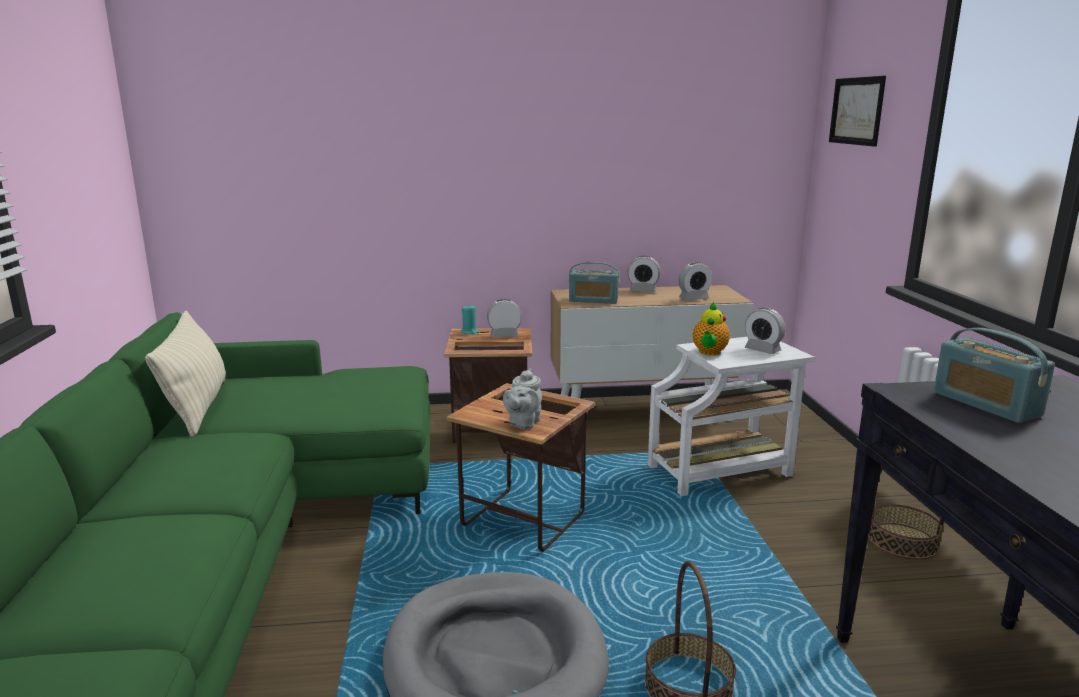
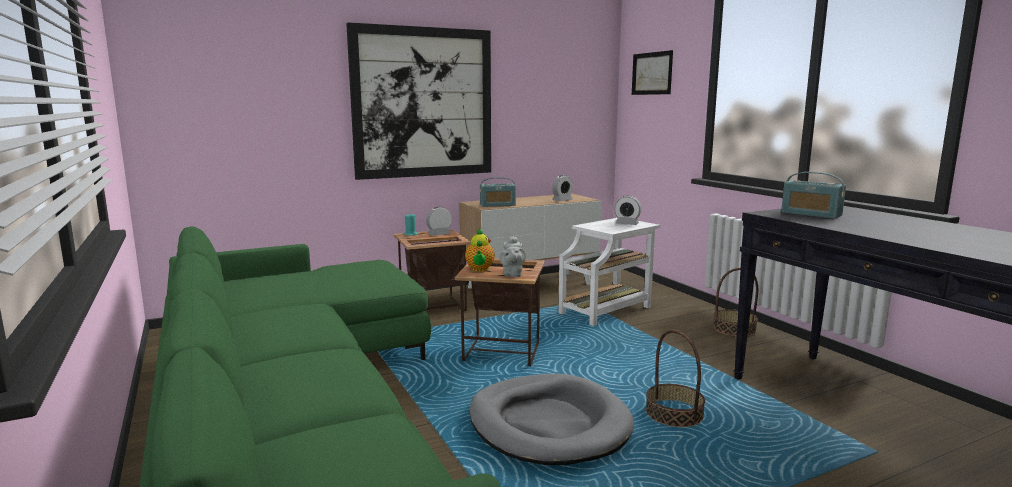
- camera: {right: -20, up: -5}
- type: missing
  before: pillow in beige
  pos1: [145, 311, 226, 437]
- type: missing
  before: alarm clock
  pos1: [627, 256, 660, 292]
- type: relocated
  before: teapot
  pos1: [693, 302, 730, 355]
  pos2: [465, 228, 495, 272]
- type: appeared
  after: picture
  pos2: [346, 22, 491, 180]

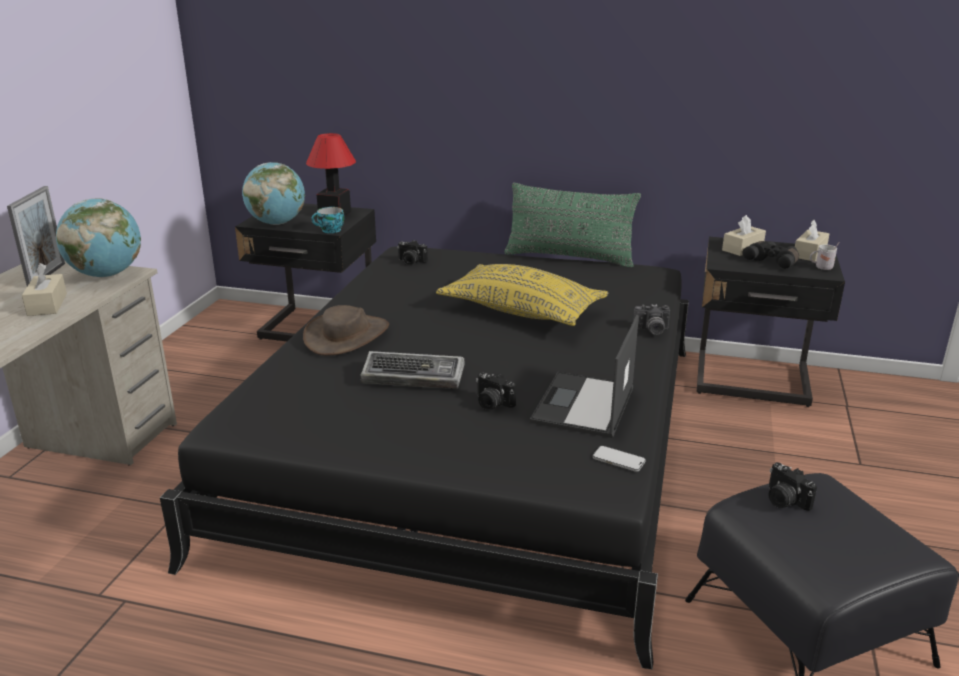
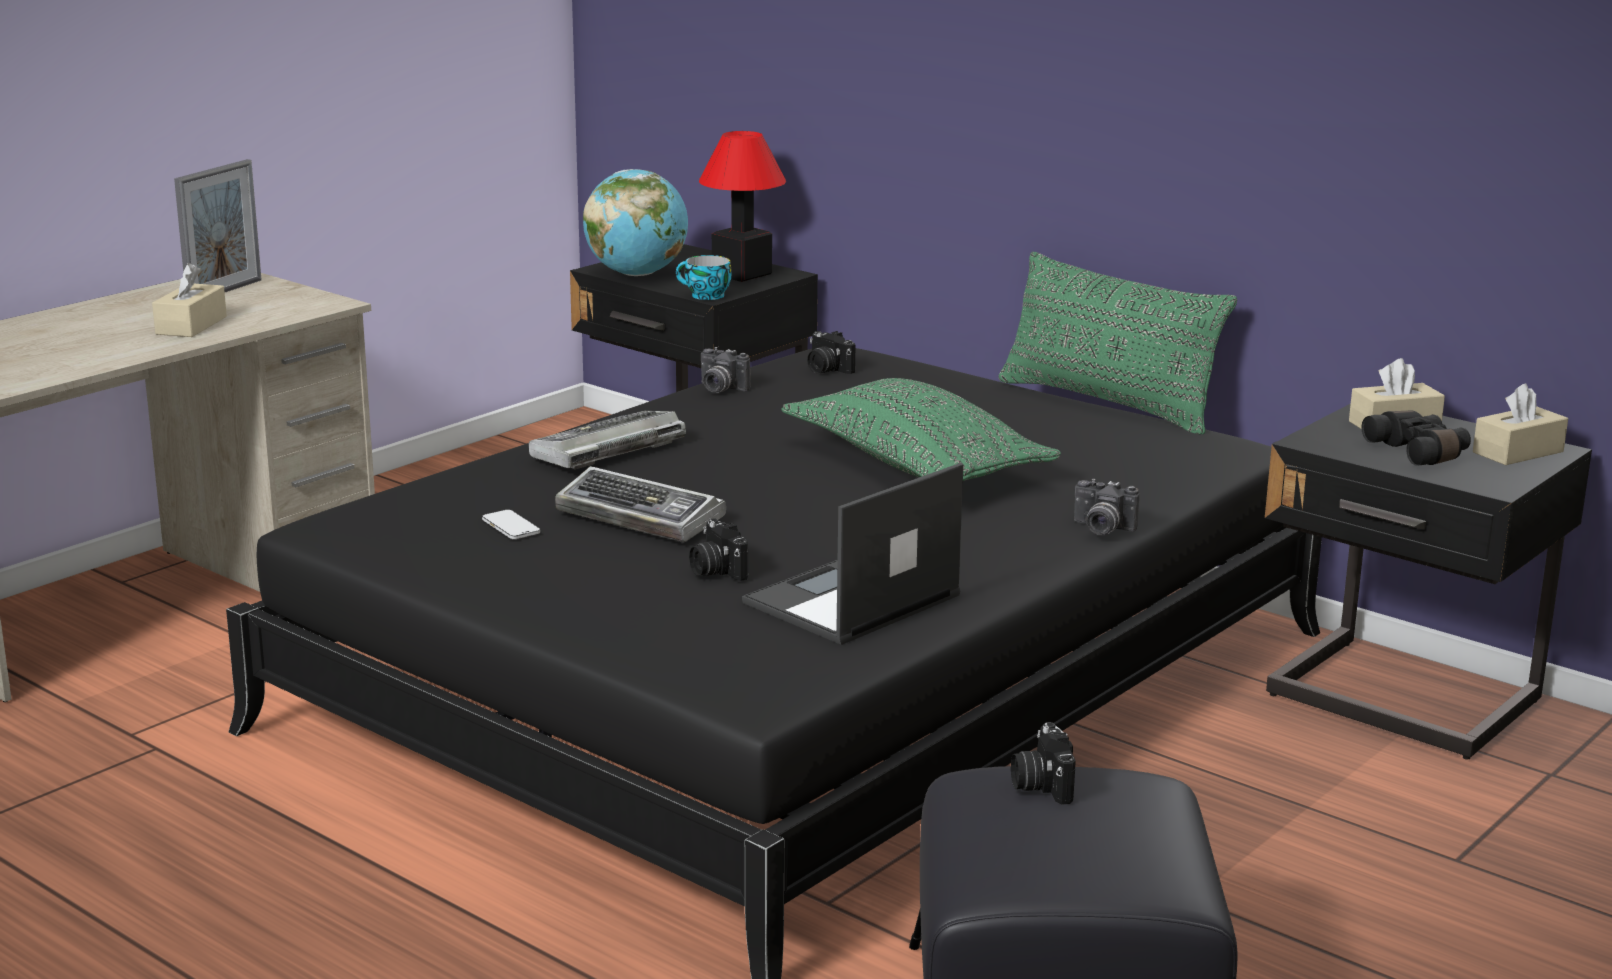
- camera: {right: 25, up: -5}
- type: missing
  before: globe
  pos1: [56, 199, 141, 277]
- type: exchanged
  before: hat in brown
  after: keyboard
  pos1: [303, 305, 389, 356]
  pos2: [529, 411, 686, 469]
- type: colour
  before: pillow in yellow
  after: pillow in green
  pos1: [436, 264, 608, 326]
  pos2: [781, 378, 1061, 481]
- type: relocated
  before: phone
  pos1: [593, 446, 646, 472]
  pos2: [482, 510, 540, 539]
- type: missing
  before: mug in white
  pos1: [810, 242, 840, 270]
- type: appeared
  after: photo camera
  pos2: [701, 347, 751, 393]

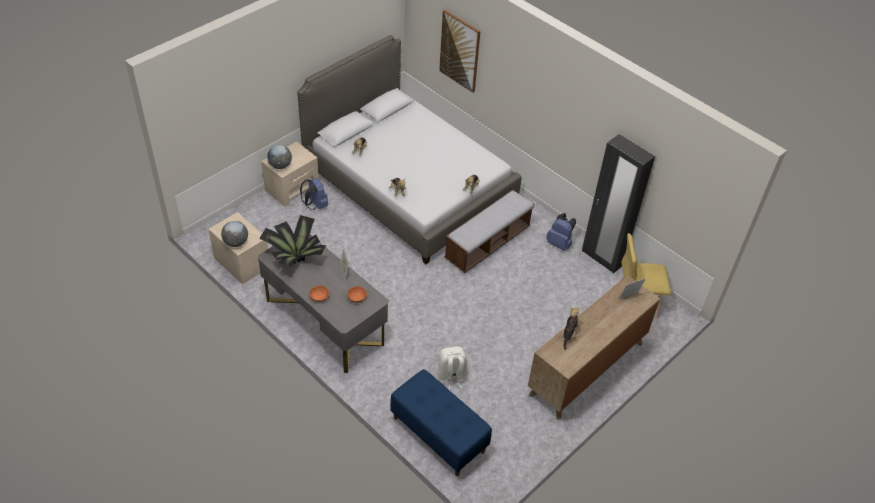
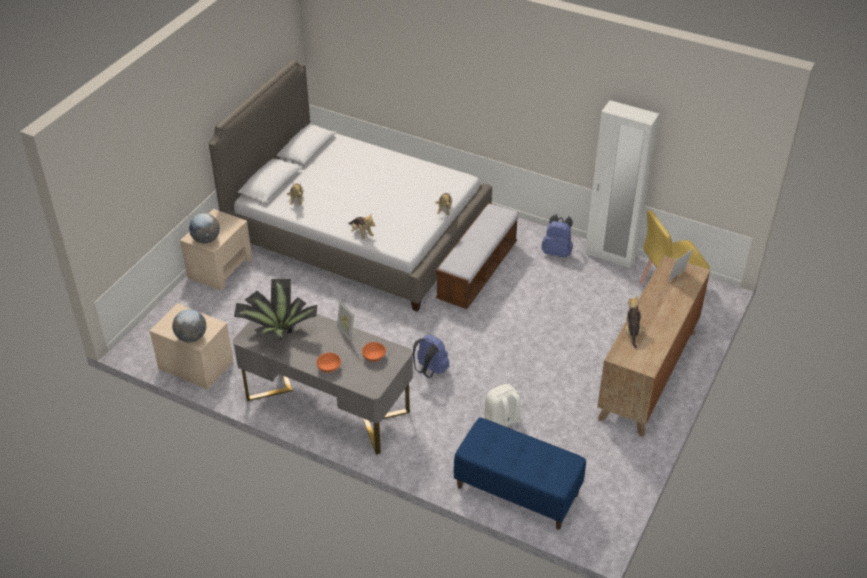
- camera: {right: -15, up: -5}
- type: relocated
  before: backpack in blue
  pos1: [300, 178, 328, 210]
  pos2: [413, 334, 450, 378]
- type: missing
  before: picture
  pos1: [439, 10, 480, 93]
- type: colour
  before: wardrobe in black
  after: wardrobe in white
  pos1: [582, 134, 655, 273]
  pos2: [585, 100, 659, 268]

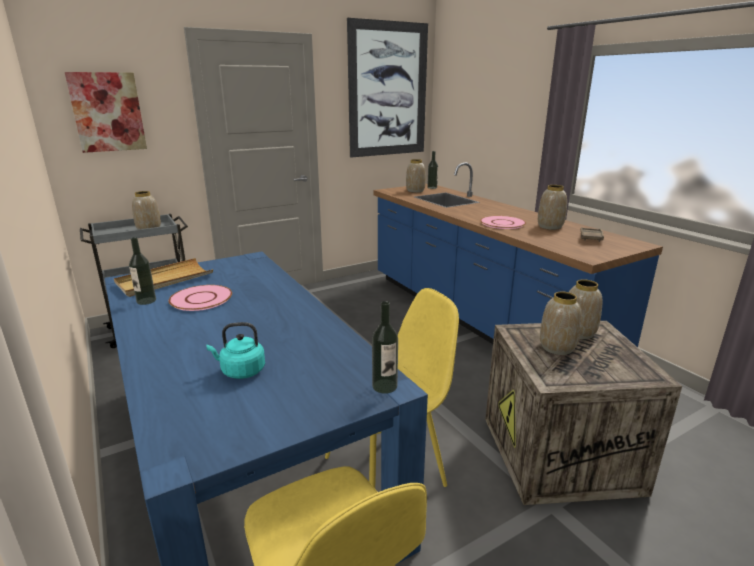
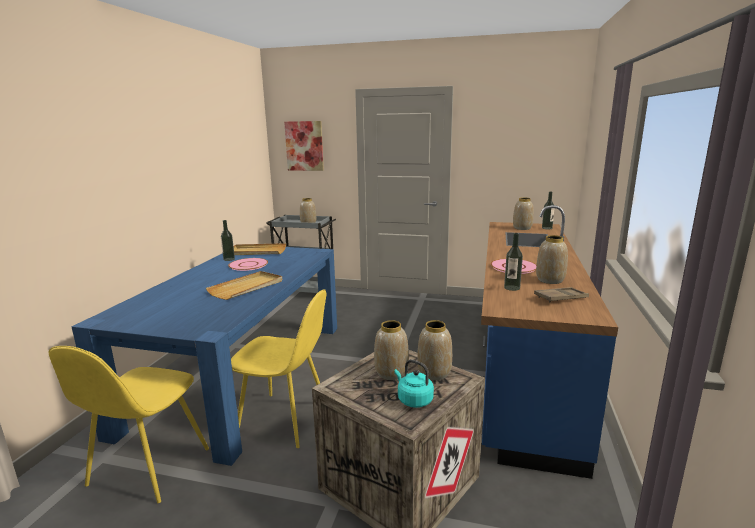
- camera: {right: 45, up: -5}
- type: relocated
  before: kettle in turquoise
  pos1: [206, 322, 265, 379]
  pos2: [394, 360, 434, 408]
- type: missing
  before: picture
  pos1: [347, 18, 428, 158]
- type: relocated
  before: bottle
  pos1: [372, 301, 398, 394]
  pos2: [504, 233, 523, 291]
- type: appeared
  after: tray in beige
  pos2: [206, 271, 282, 300]

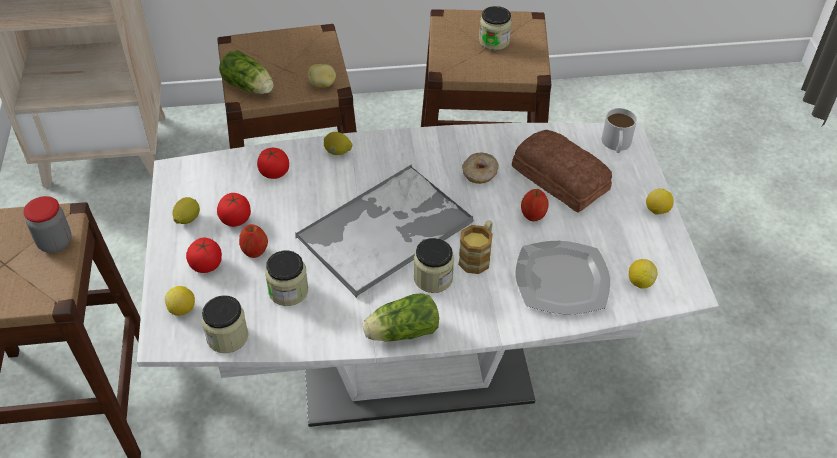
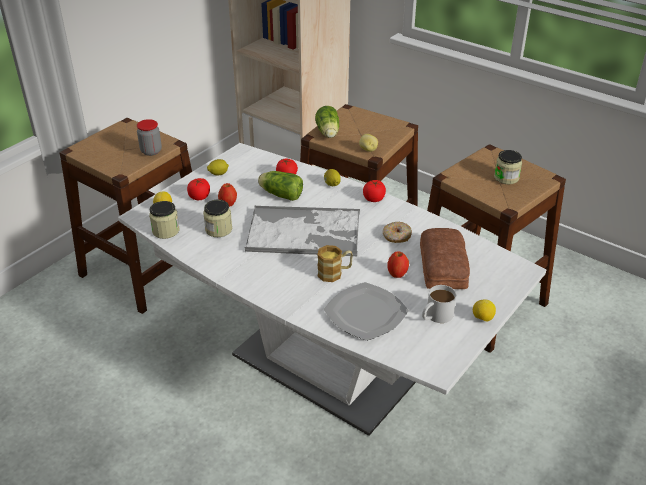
- camera: {right: 45, up: -10}
- type: relocated
  before: tomato
  pos1: [217, 193, 251, 227]
  pos2: [363, 180, 386, 202]
- type: relocated
  before: lettuce
  pos1: [363, 293, 439, 341]
  pos2: [258, 171, 303, 201]
- type: missing
  before: jar
  pos1: [414, 238, 454, 293]
- type: relocated
  before: mug in white
  pos1: [602, 108, 637, 153]
  pos2: [422, 285, 456, 323]
- type: missing
  before: lemon
  pos1: [629, 259, 658, 288]

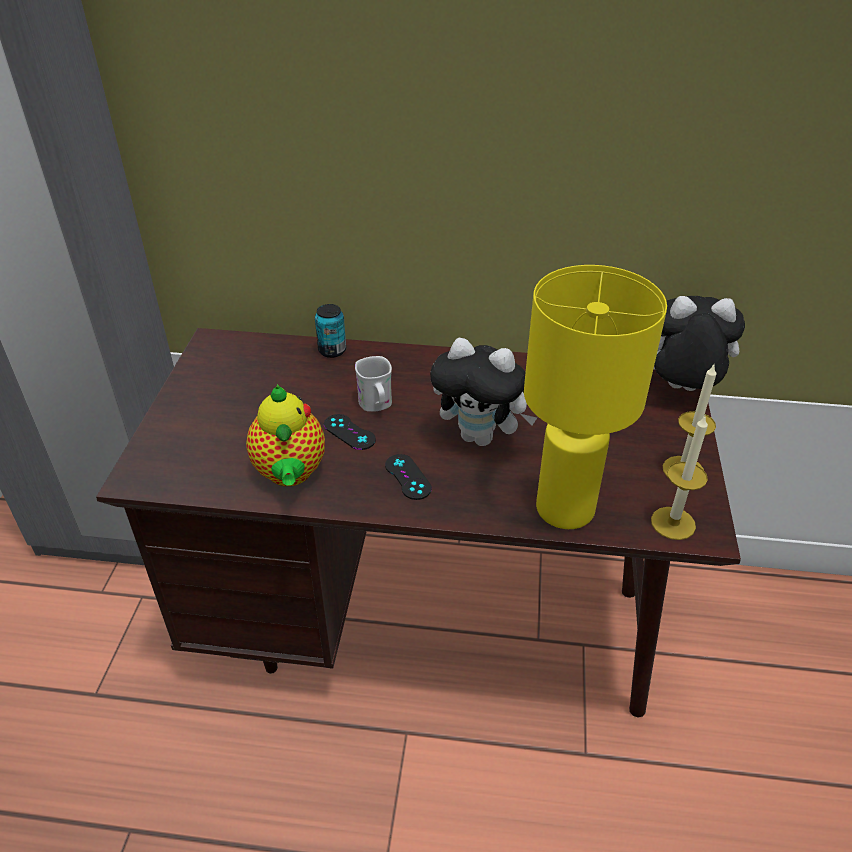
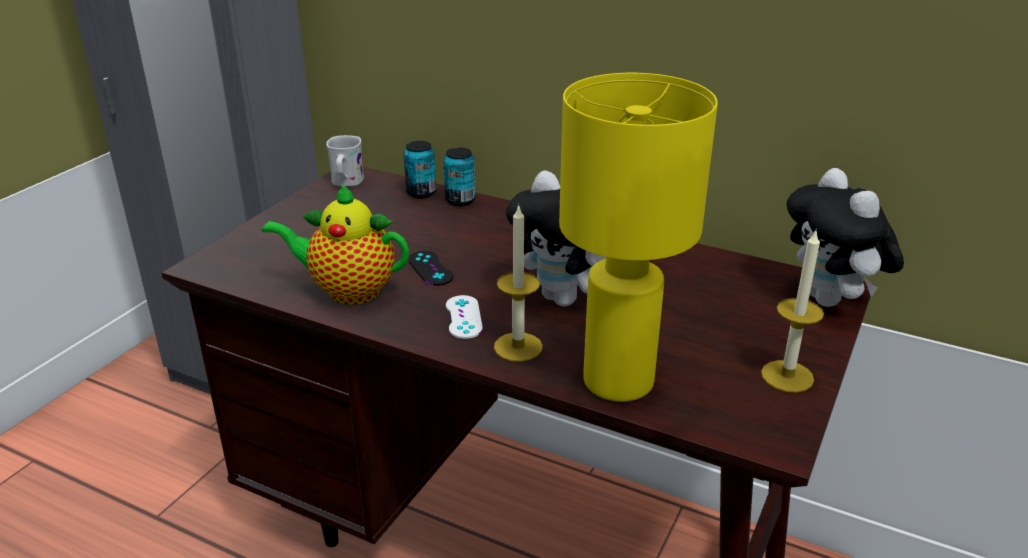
- camera: {right: 20, up: -10}
- type: spun
  before: teapot
  pos1: [246, 384, 325, 486]
  pos2: [262, 183, 409, 305]
  turn: 90
- type: relocated
  before: mug in white
  pos1: [355, 356, 392, 412]
  pos2: [326, 135, 364, 187]
- type: colour
  before: game controller in black
  after: game controller in white
  pos1: [385, 454, 432, 500]
  pos2: [446, 295, 483, 339]
- type: relocated
  before: candle
  pos1: [651, 416, 708, 540]
  pos2: [494, 204, 543, 362]
- type: spun
  before: plush toy
  pos1: [654, 296, 745, 391]
  pos2: [787, 168, 904, 307]
  turn: -135
- type: appeared
  after: can
  pos2: [404, 141, 436, 199]

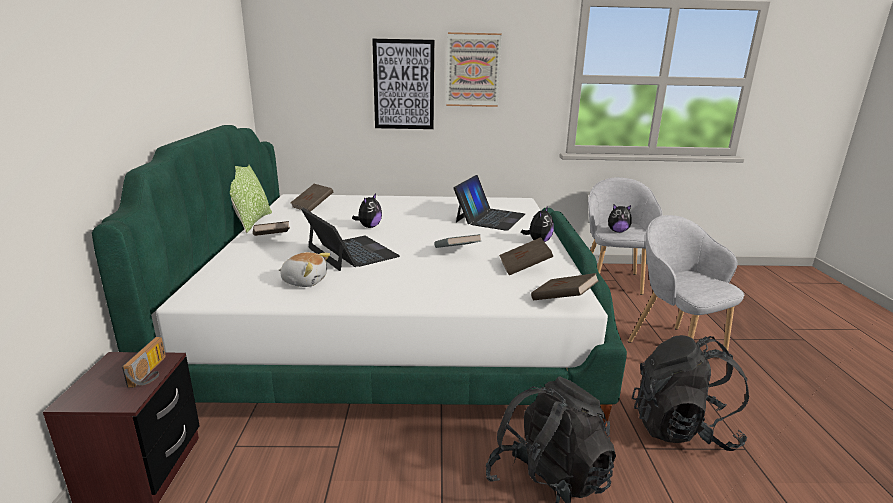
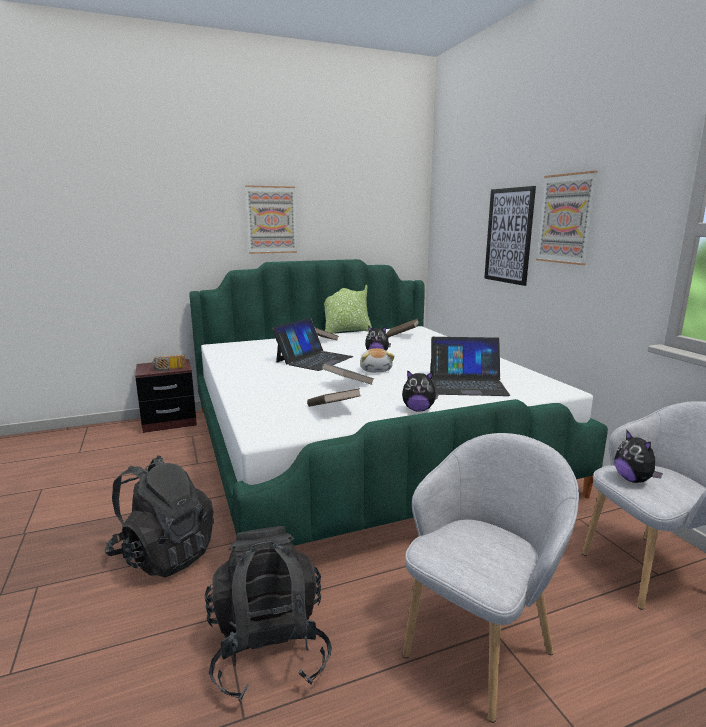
- camera: {right: 70, up: -5}
- type: relocated
  before: plush toy
  pos1: [279, 252, 330, 287]
  pos2: [360, 348, 395, 372]
- type: missing
  before: book in brown
  pos1: [531, 273, 599, 300]
- type: appeared
  after: picture
  pos2: [245, 185, 297, 254]

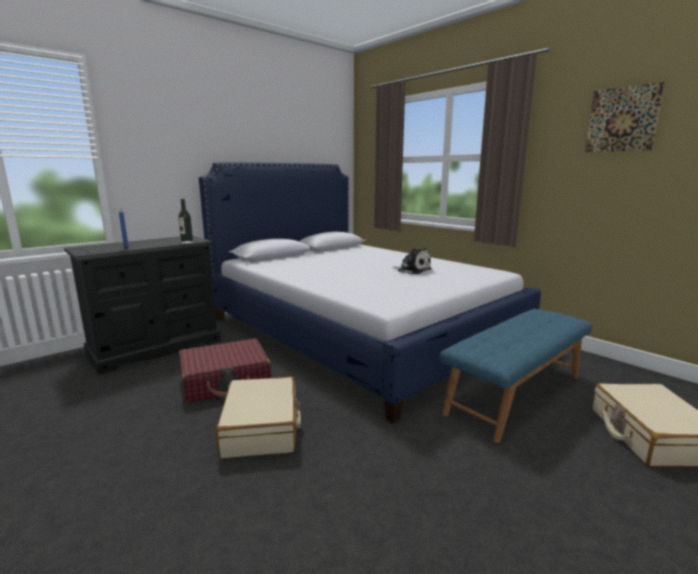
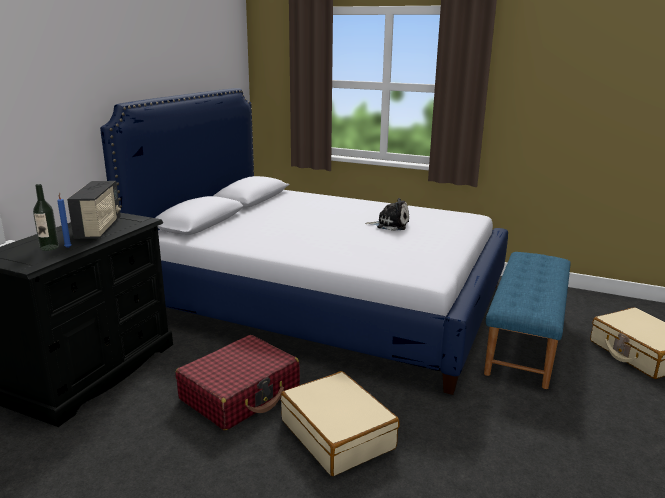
- camera: {right: -25, up: 5}
- type: relocated
  before: bottle
  pos1: [178, 199, 193, 243]
  pos2: [33, 184, 59, 251]
- type: missing
  before: picture
  pos1: [585, 82, 665, 152]
- type: appeared
  after: radio
  pos2: [67, 181, 121, 239]

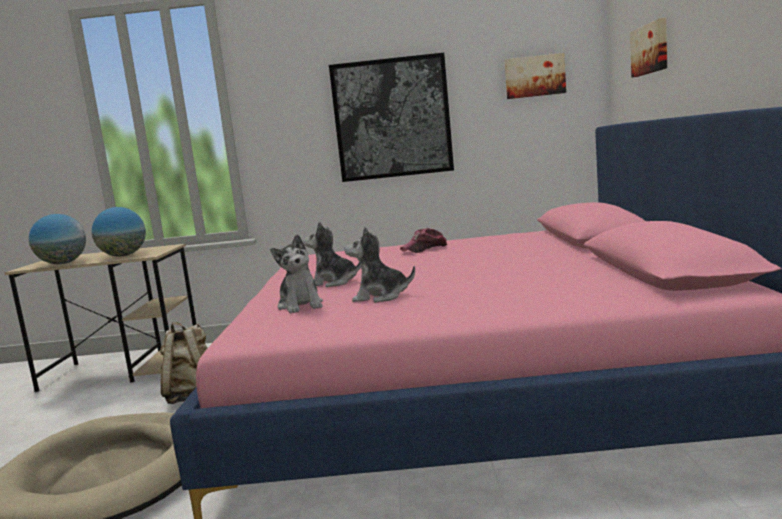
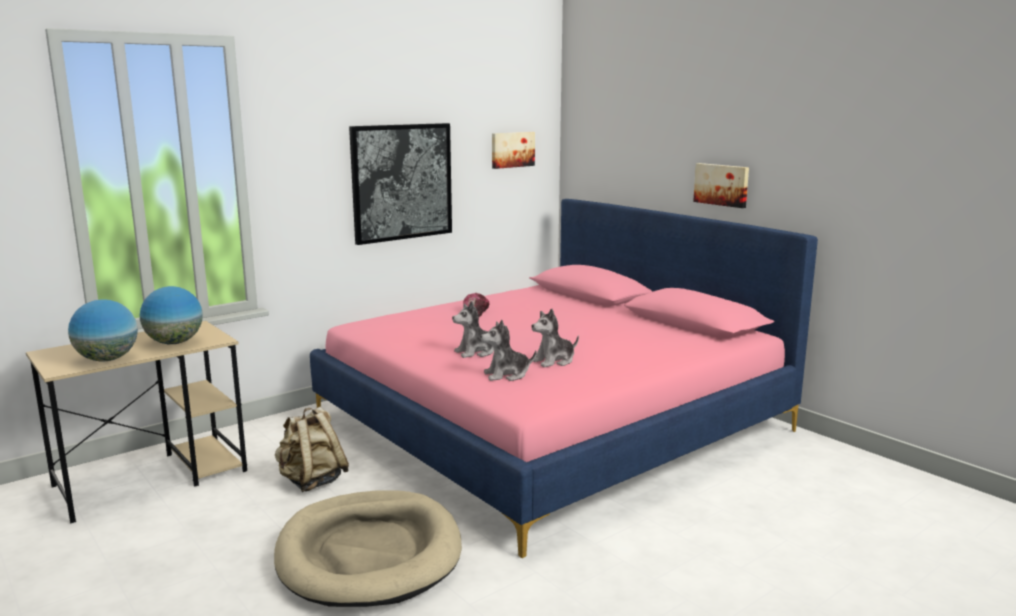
- camera: {right: -40, up: 5}
- type: spun
  before: plush toy
  pos1: [270, 235, 323, 313]
  pos2: [481, 320, 536, 381]
  turn: 135
- type: relocated
  before: picture
  pos1: [630, 18, 667, 77]
  pos2: [693, 163, 749, 208]

